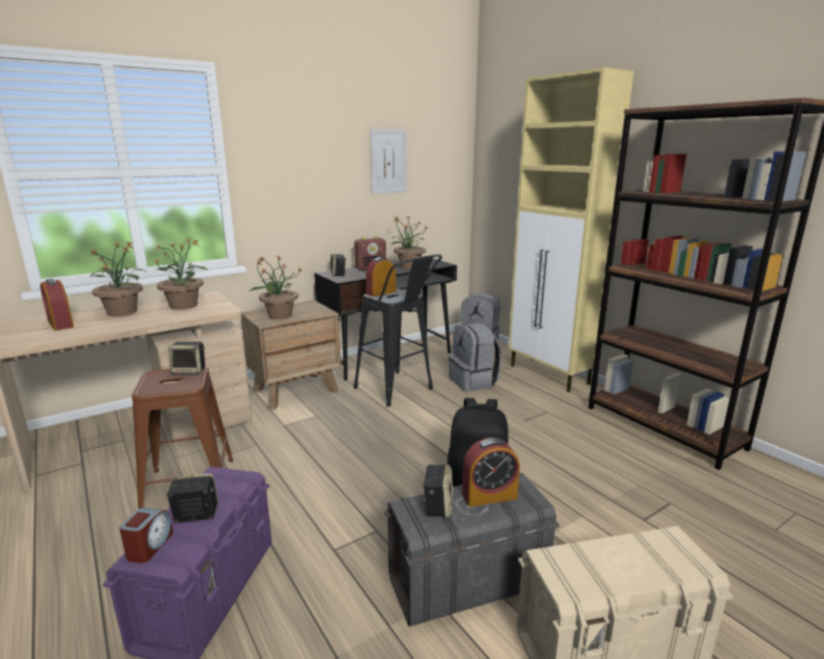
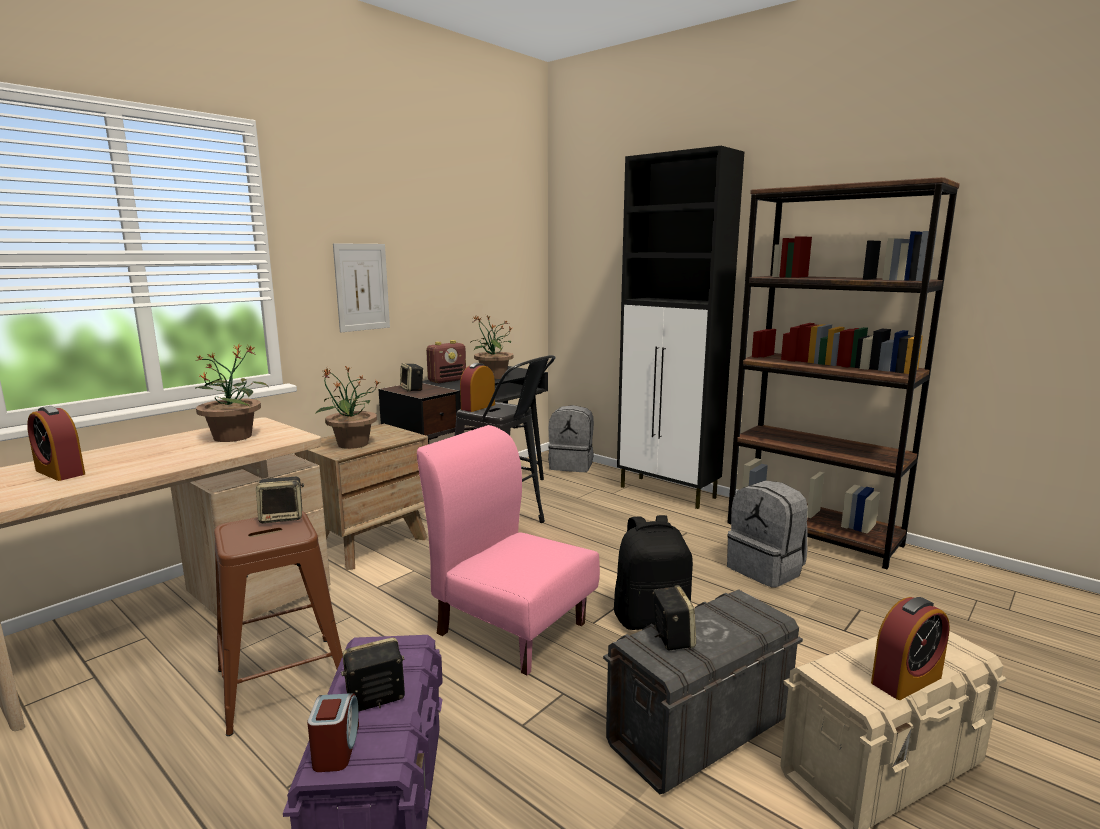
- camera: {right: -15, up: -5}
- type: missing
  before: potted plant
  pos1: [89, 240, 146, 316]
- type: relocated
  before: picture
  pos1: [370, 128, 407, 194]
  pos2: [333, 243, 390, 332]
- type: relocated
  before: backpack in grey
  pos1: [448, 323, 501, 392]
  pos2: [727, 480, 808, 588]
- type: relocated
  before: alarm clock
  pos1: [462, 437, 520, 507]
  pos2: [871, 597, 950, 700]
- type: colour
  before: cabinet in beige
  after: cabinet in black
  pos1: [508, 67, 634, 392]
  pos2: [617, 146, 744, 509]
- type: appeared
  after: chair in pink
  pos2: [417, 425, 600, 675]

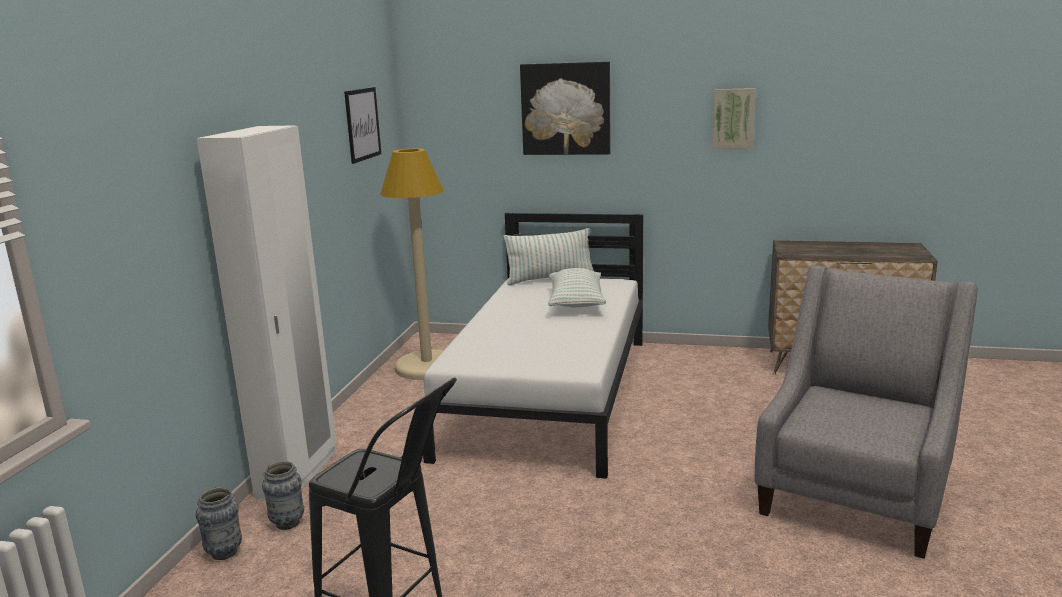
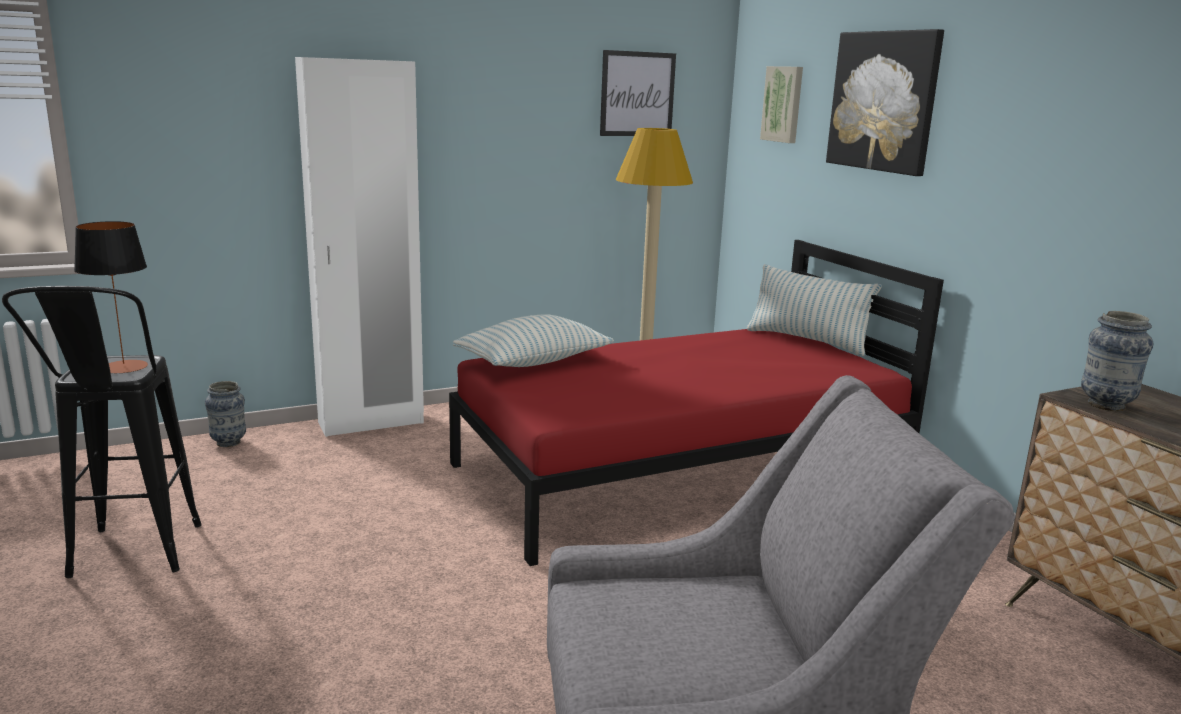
- camera: {right: 50, up: 0}
- type: relocated
  before: vase
  pos1: [262, 461, 304, 530]
  pos2: [1081, 311, 1153, 411]
- type: colour
  before: bed in white
  after: bed in red
  pos1: [423, 213, 643, 479]
  pos2: [449, 240, 944, 566]
- type: relocated
  before: pillow
  pos1: [548, 268, 606, 307]
  pos2: [453, 314, 614, 367]
- type: relocated
  before: picture
  pos1: [712, 88, 755, 149]
  pos2: [760, 66, 803, 143]
- type: appeared
  after: table lamp
  pos2: [74, 221, 148, 373]

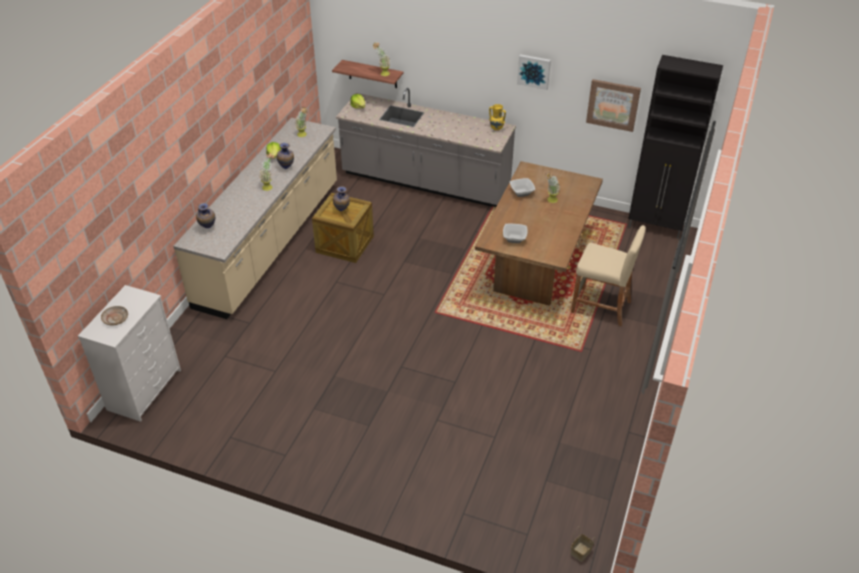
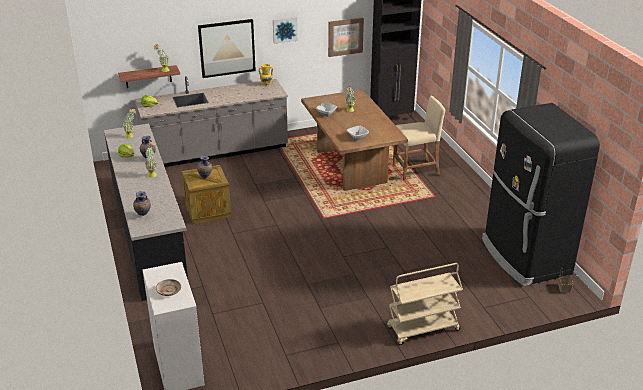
- camera: {right: -40, up: -10}
- type: colour
  before: counter in beige
  after: counter in black
  pos1: [173, 118, 337, 319]
  pos2: [104, 124, 188, 301]
- type: appeared
  after: picture
  pos2: [198, 19, 256, 78]
- type: appeared
  after: cart in beige
  pos2: [387, 263, 463, 345]
- type: appeared
  after: fridge in black
  pos2: [482, 103, 600, 286]

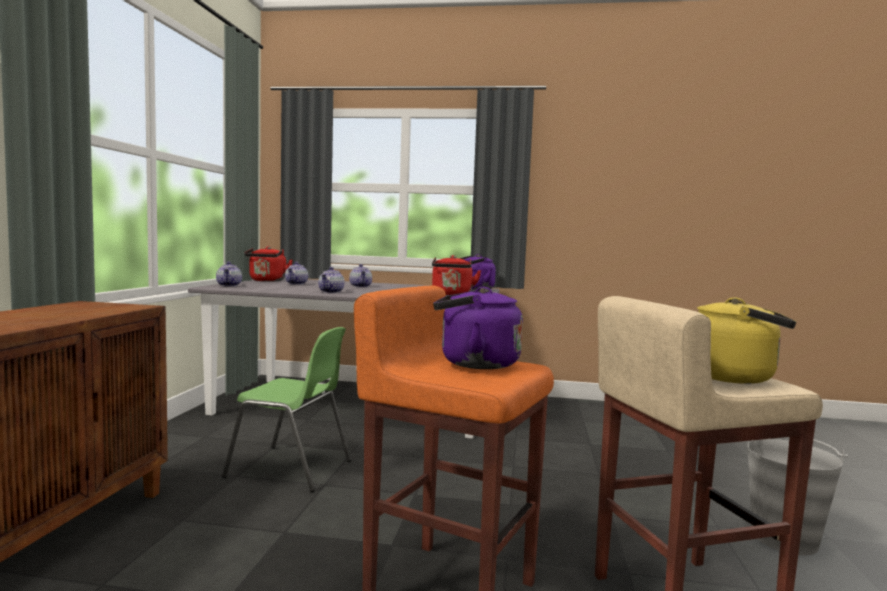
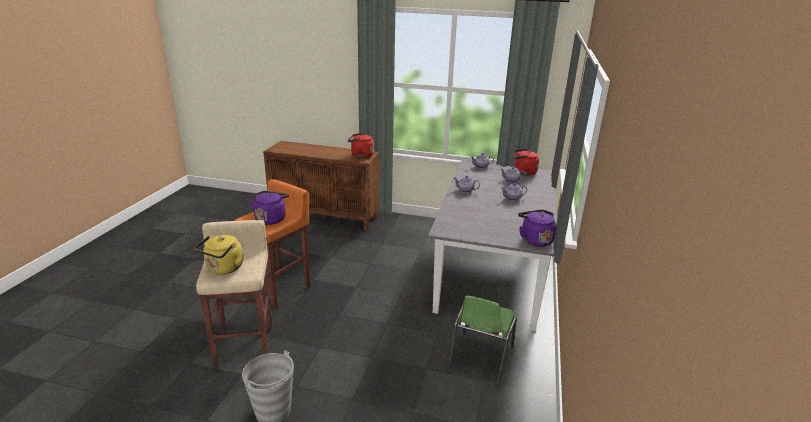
- camera: {right: 95, up: 20}
- type: relocated
  before: chair in green
  pos1: [222, 327, 351, 492]
  pos2: [447, 296, 517, 387]
- type: relocated
  before: kettle in red
  pos1: [432, 255, 482, 295]
  pos2: [348, 133, 374, 158]

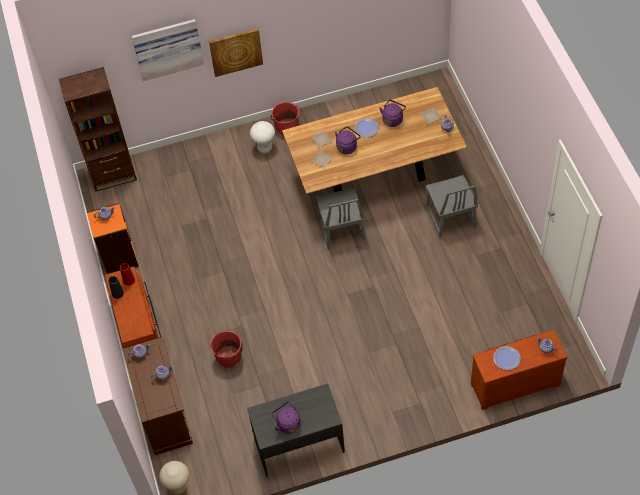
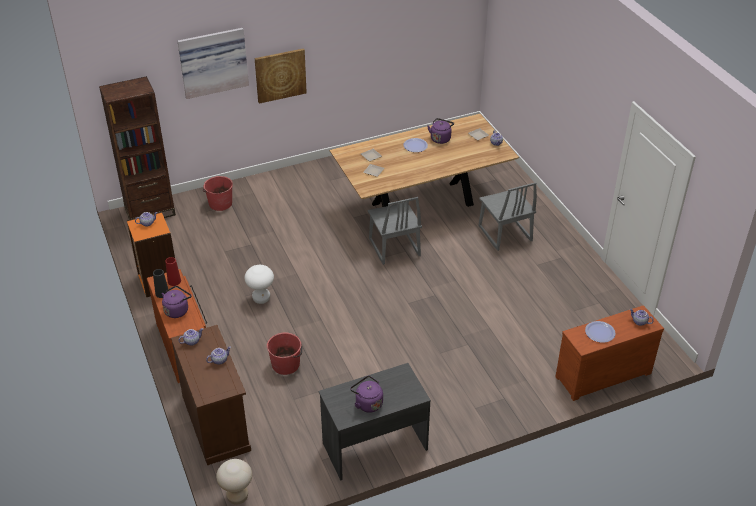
- camera: {right: -10, up: -15}
- type: relocated
  before: stool in white
  pos1: [250, 121, 275, 153]
  pos2: [244, 265, 274, 304]
- type: relocated
  before: bucket in red
  pos1: [271, 102, 299, 135]
  pos2: [203, 176, 233, 211]
- type: relocated
  before: kettle in purple
  pos1: [335, 126, 361, 154]
  pos2: [162, 286, 191, 318]

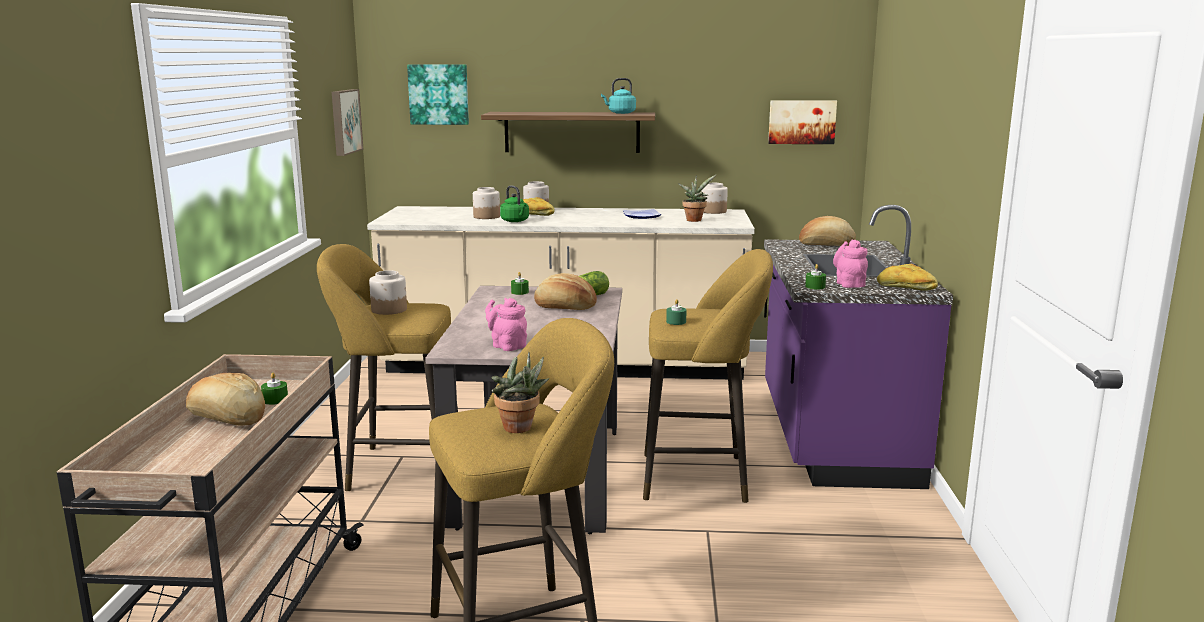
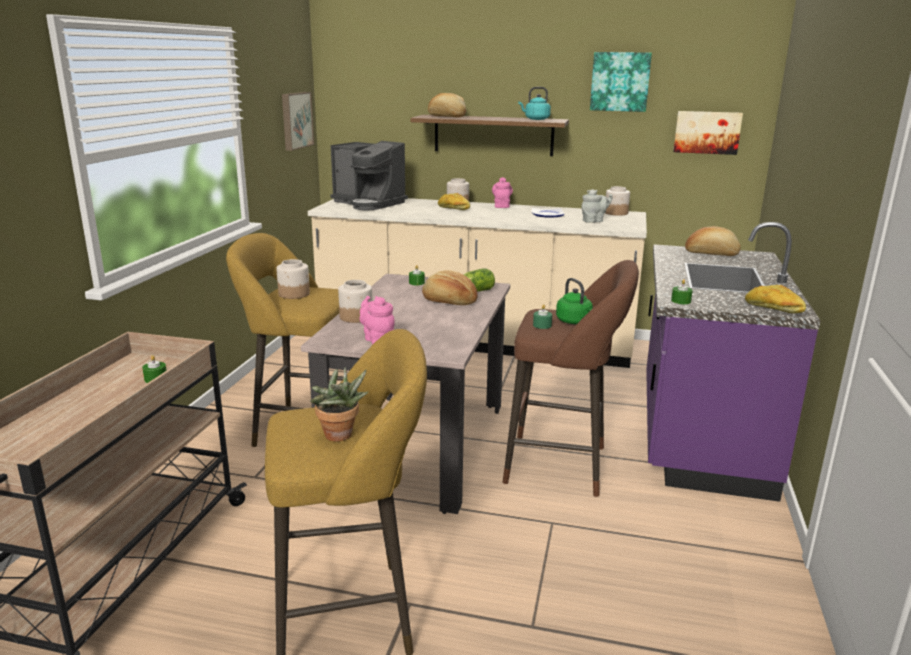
- camera: {right: 10, up: 5}
- type: relocated
  before: bread
  pos1: [186, 373, 265, 426]
  pos2: [428, 93, 466, 118]
- type: relocated
  before: picture
  pos1: [407, 64, 469, 125]
  pos2: [590, 52, 652, 112]
- type: relocated
  before: jar
  pos1: [473, 187, 500, 219]
  pos2: [338, 280, 372, 323]
- type: relocated
  before: kettle in green
  pos1: [500, 185, 529, 222]
  pos2: [556, 278, 593, 324]
- type: colour
  before: stool in yellow
  after: stool in brown
  pos1: [643, 249, 773, 503]
  pos2: [503, 260, 639, 497]
- type: exchanged
  before: potted plant
  after: teapot in grey
  pos1: [678, 174, 717, 222]
  pos2: [582, 189, 612, 223]
- type: relocated
  before: teapot in pink
  pos1: [833, 240, 868, 288]
  pos2: [492, 177, 513, 208]
- type: appeared
  after: coffee machine
  pos2: [331, 141, 408, 210]

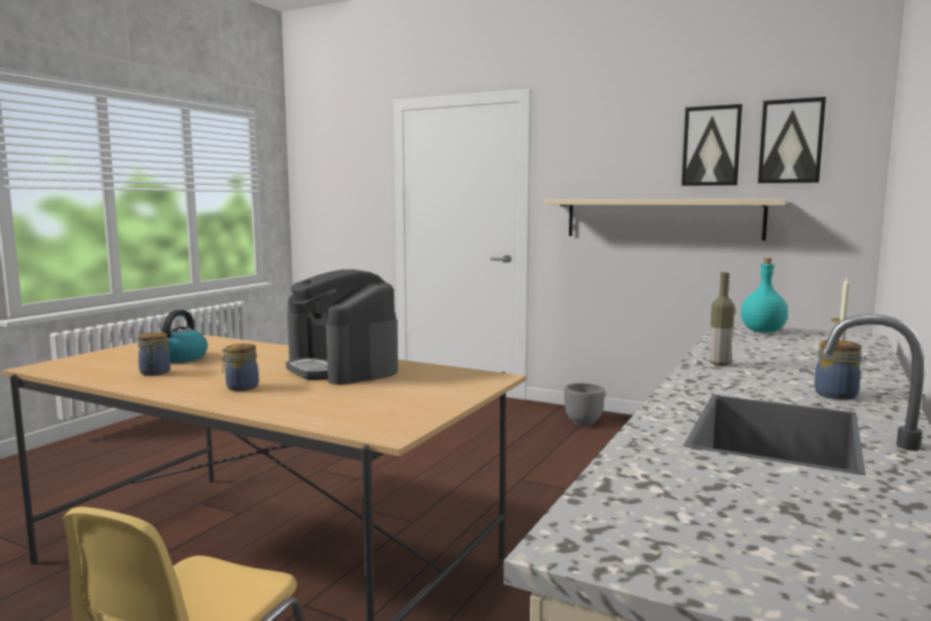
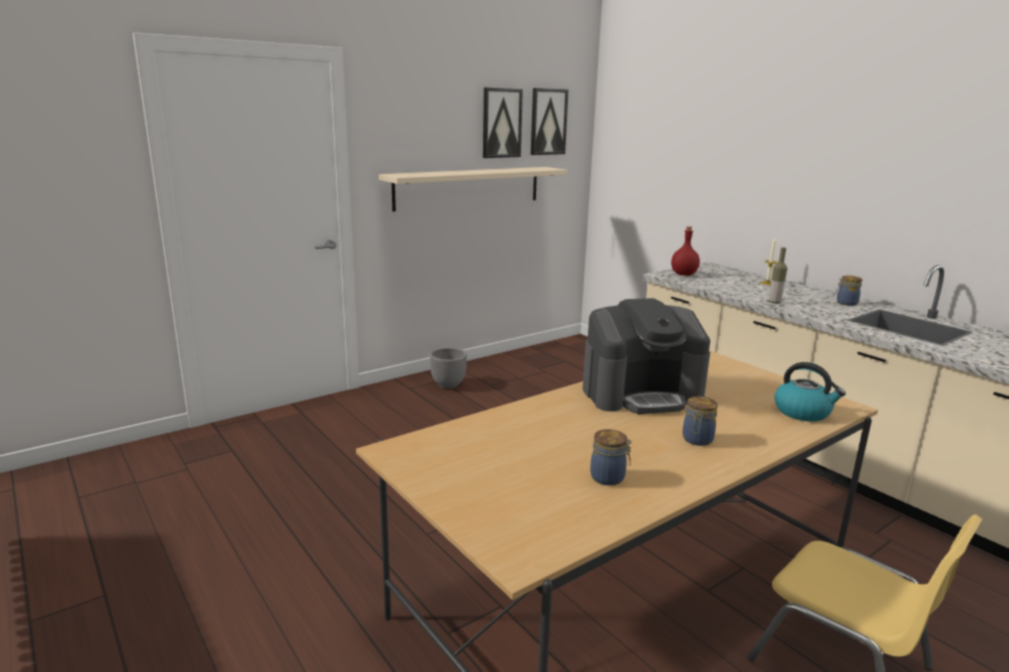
- camera: {right: -65, up: 10}
- type: relocated
  before: kettle
  pos1: [157, 310, 208, 363]
  pos2: [774, 362, 846, 421]
- type: colour
  before: bottle in turquoise
  after: bottle in red
  pos1: [741, 258, 788, 333]
  pos2: [671, 226, 700, 276]

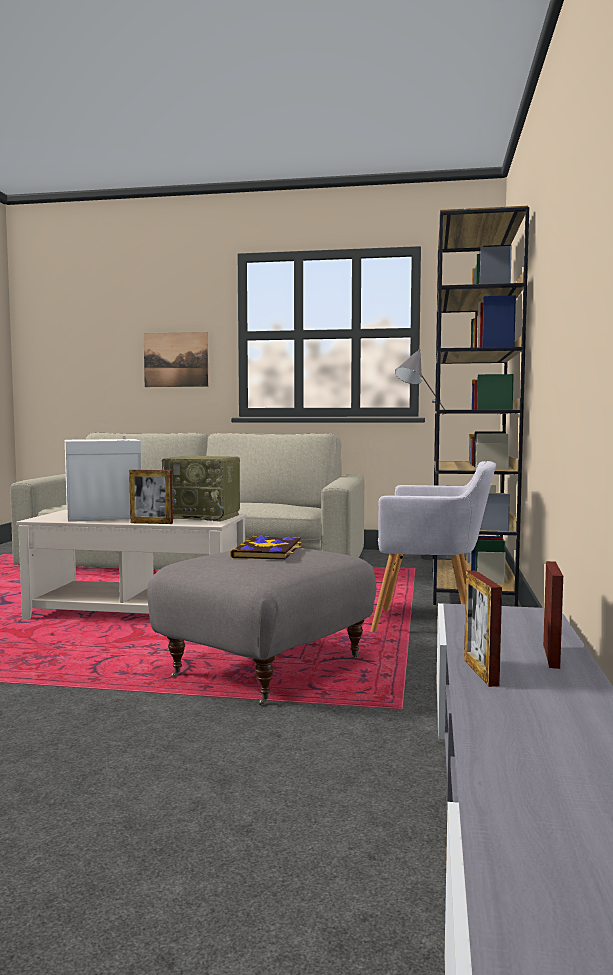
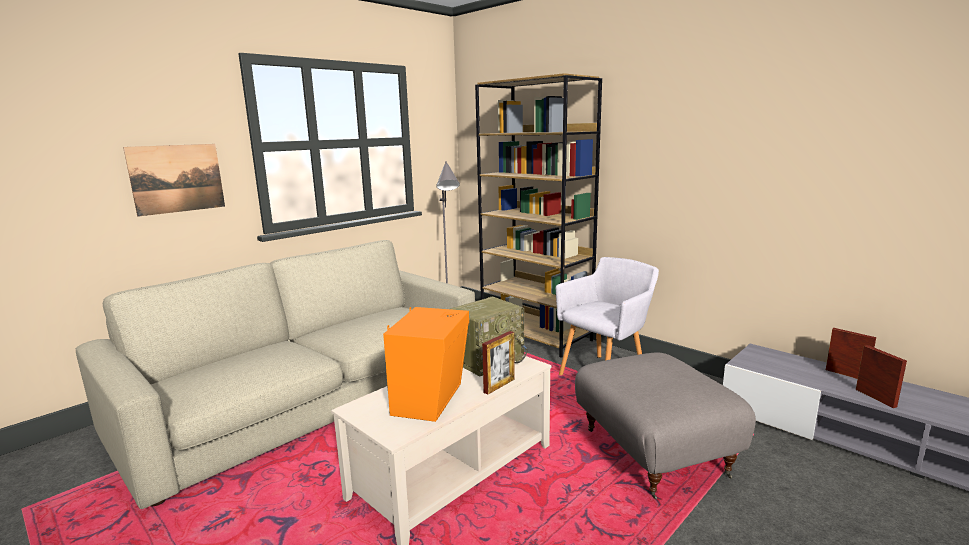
- camera: {right: -55, up: 10}
- type: colour
  before: speaker in white
  after: speaker in orange
  pos1: [65, 436, 141, 522]
  pos2: [383, 307, 469, 422]
- type: missing
  before: book
  pos1: [230, 535, 302, 560]
- type: spun
  before: picture frame
  pos1: [464, 570, 502, 687]
  pos2: [856, 345, 907, 408]
  turn: -135

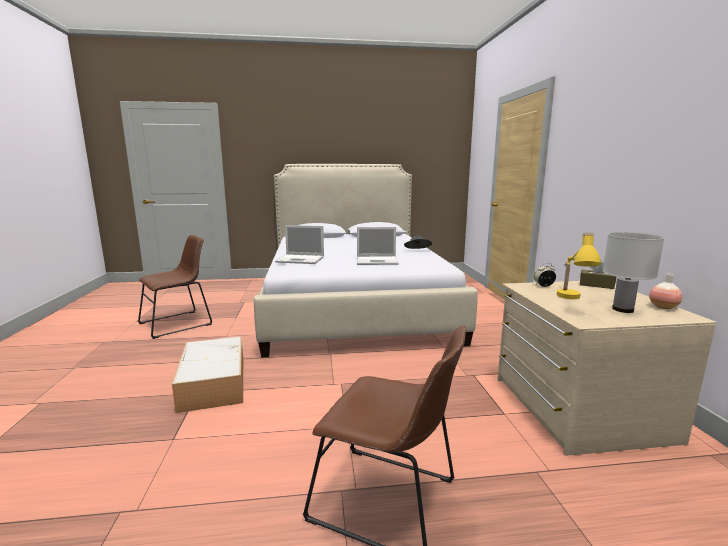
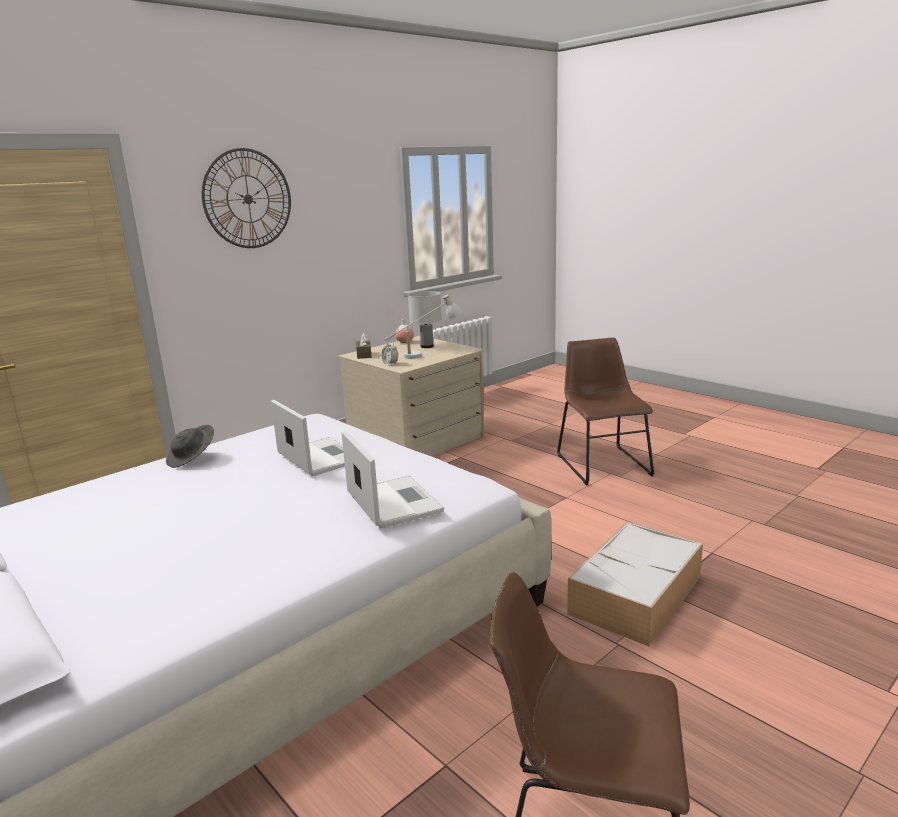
- camera: {right: -125, up: 5}
- type: colour
  before: table lamp in yellow
  after: table lamp in white
  pos1: [557, 232, 601, 299]
  pos2: [384, 294, 463, 359]
- type: appeared
  after: wall clock
  pos2: [202, 148, 291, 248]

